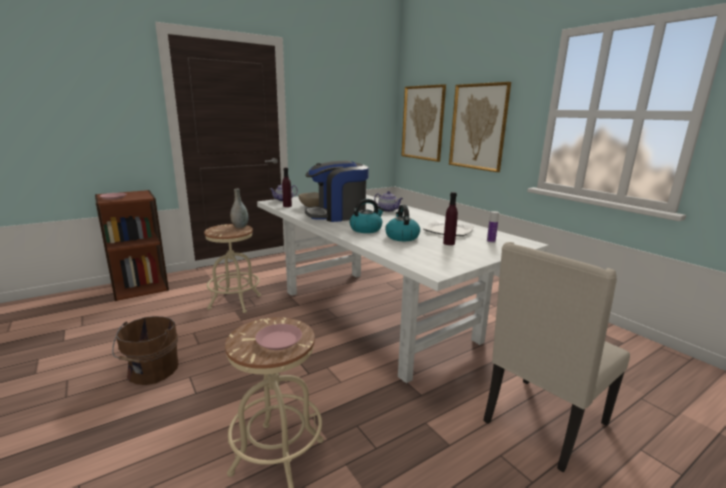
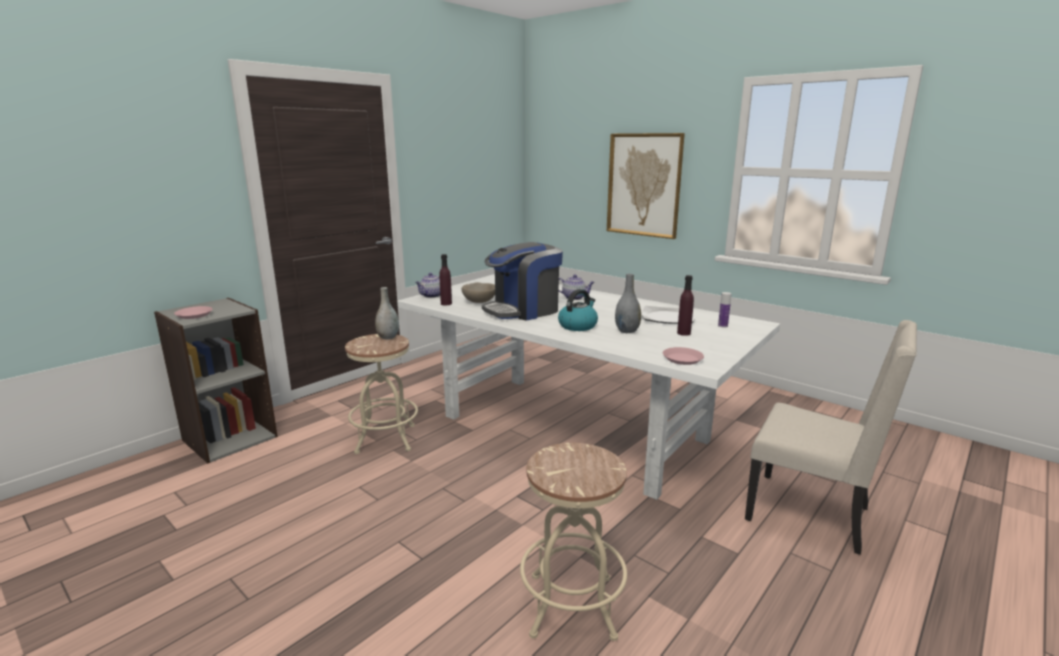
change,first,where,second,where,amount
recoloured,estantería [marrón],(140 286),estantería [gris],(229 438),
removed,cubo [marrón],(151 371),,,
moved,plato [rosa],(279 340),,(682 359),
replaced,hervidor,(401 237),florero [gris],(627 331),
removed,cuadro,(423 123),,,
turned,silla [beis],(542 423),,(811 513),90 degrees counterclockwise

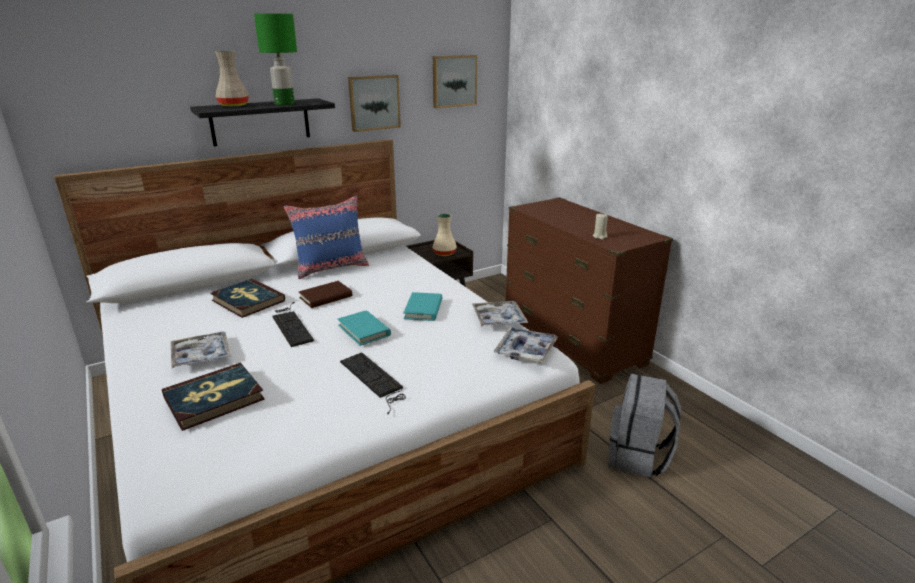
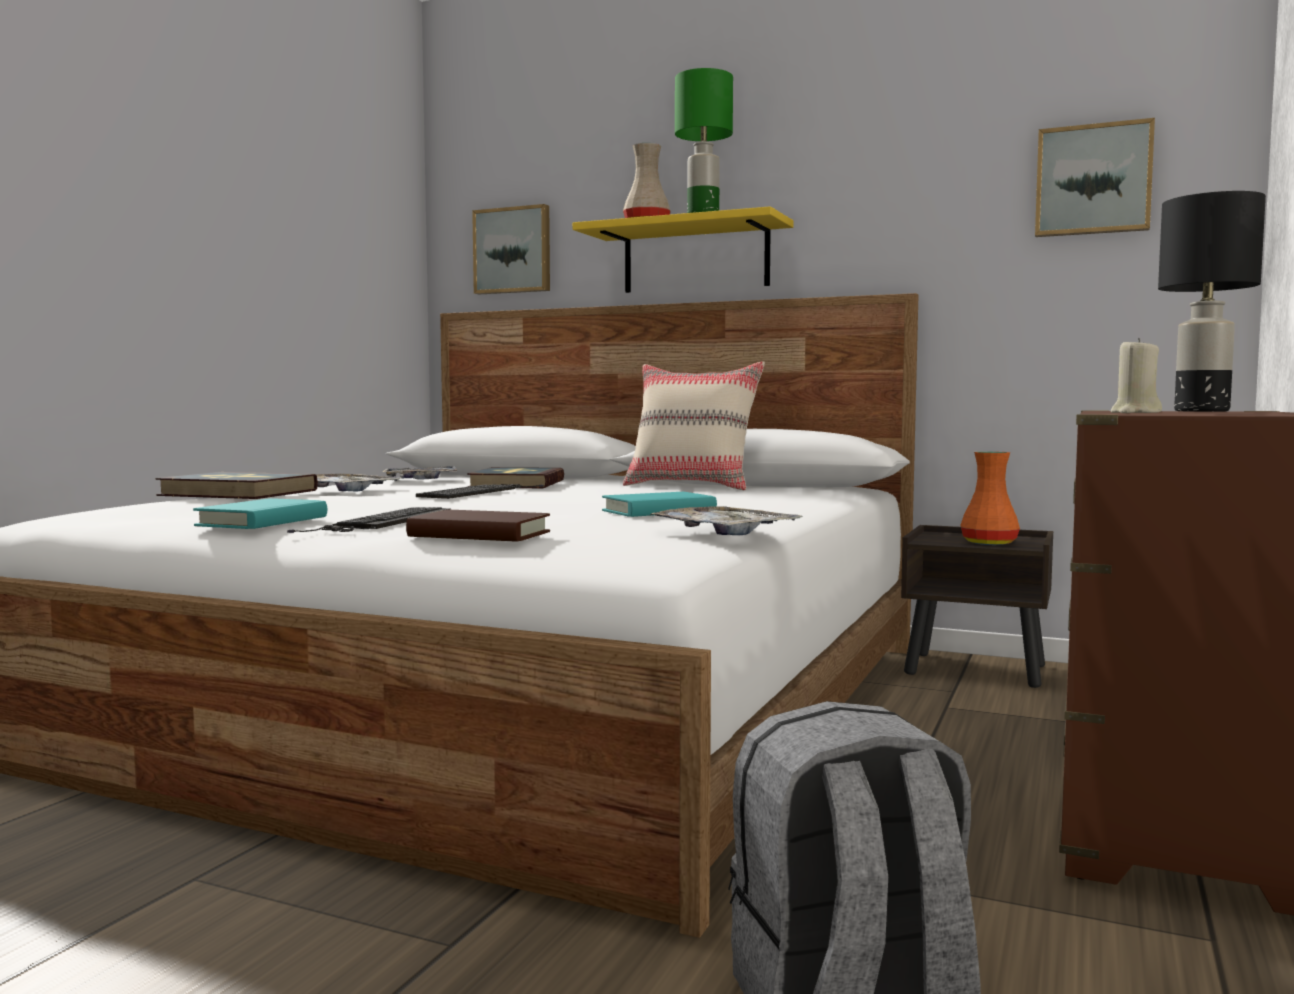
change,first,where,second,where,amount
recoloured,estante [negro],(260 122),estante [amarillo],(696 258),
recoloured,cojín [azul],(331 268),cojín [beis],(692 486),
moved,libro [marrón],(326 297),,(479 534),
moved,libro [turquesa],(364 330),,(263 521),
moved,cuadro,(373 102),,(513 251),
recoloured,florero [beis],(444 253),florero [naranja],(988 543),
moved,bandeja,(525 350),,(421 480),
added,,,lámpara de mesa [negro],(1200 411),

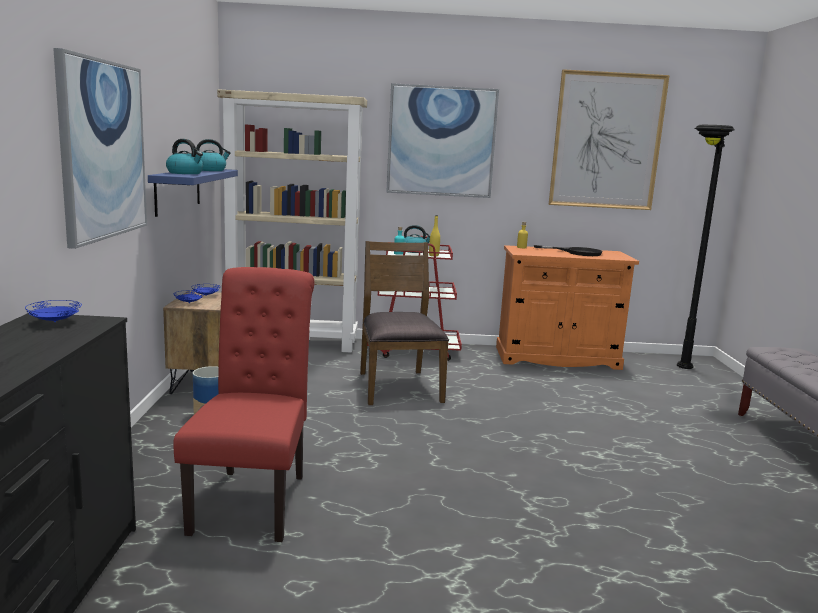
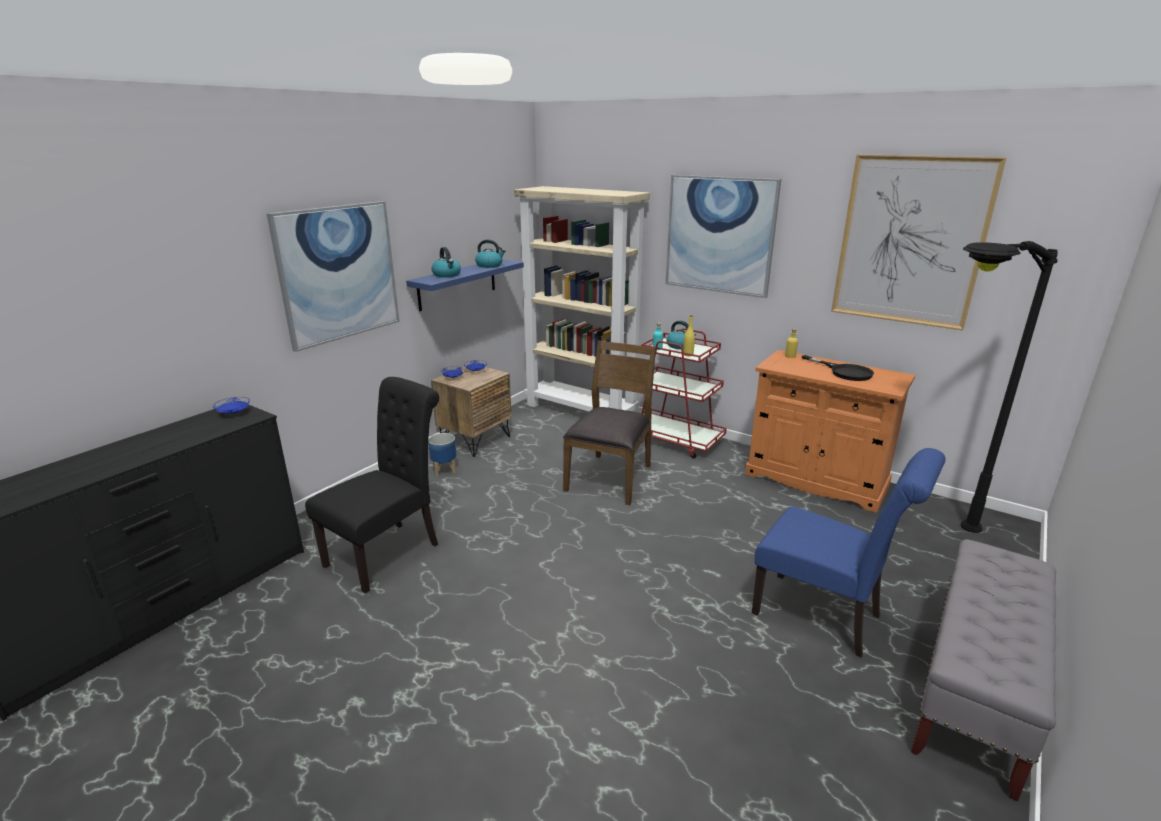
change,first,where,second,where,amount
recoloured,silla [rojo],(253 498),silla [negro],(389 552),
added,,,silla [azul],(824 617),

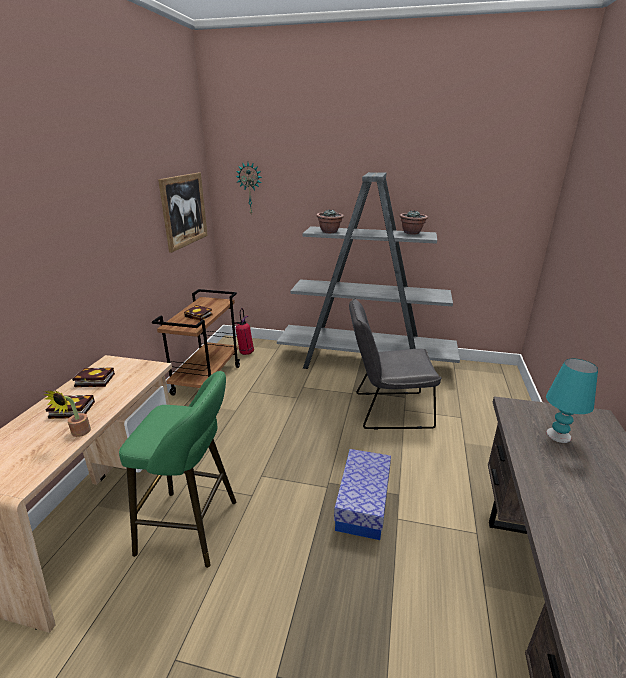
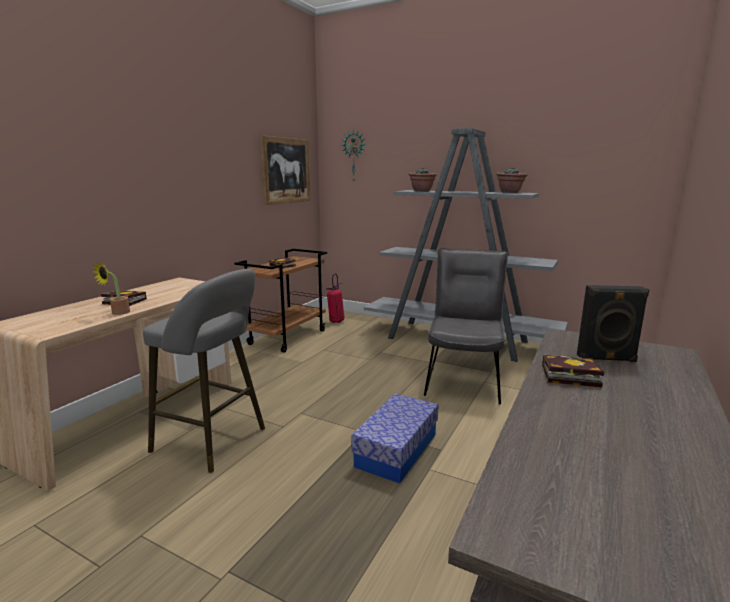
change,first,where,second,where,amount
moved,libro,(93 380),,(567 376),
recoloured,taburete [verde],(194 527),taburete [gris],(214 441),
turned,silla [gris],(386 410),,(463 380),90 degrees clockwise
replaced,lámpara de mesa [turquesa],(558 435),altavoz [negro],(606 359),

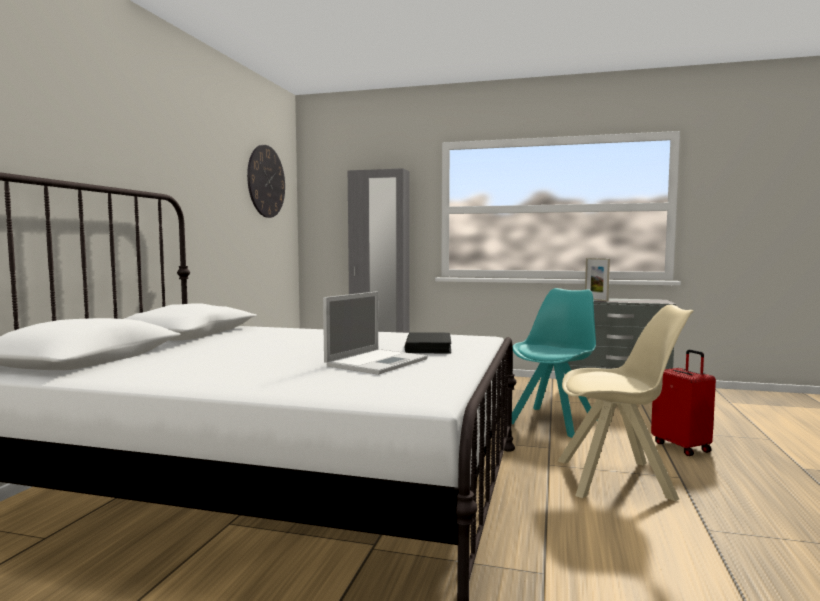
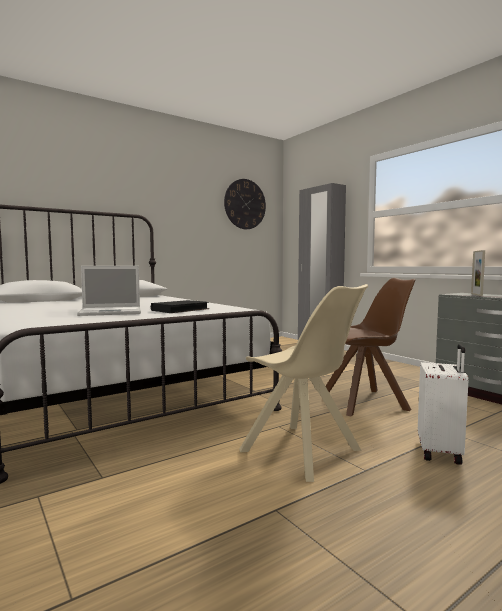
change,first,where,second,where,amount
recoloured,silla [turquesa],(553 421),silla [marrón],(365 402),
recoloured,maleta [rojo],(682 447),maleta [blanco],(440 452),

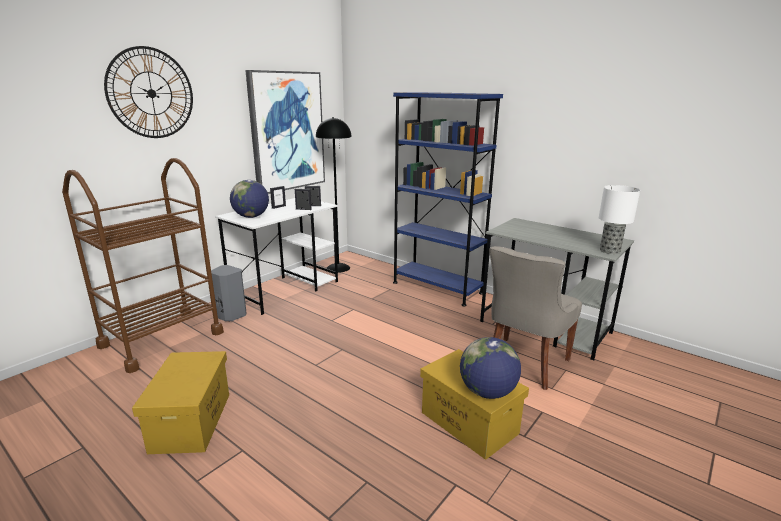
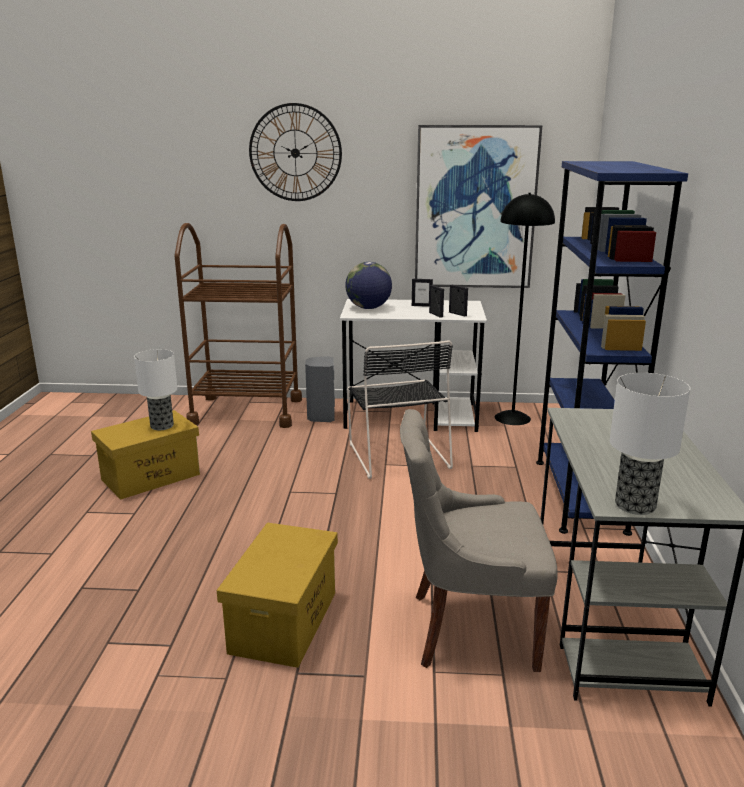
change,first,where,second,where,amount
removed,globo terráqueo,(487 392),,,
added,,,lámpara de mesa,(161 425),
added,,,silla [negro],(397 454),

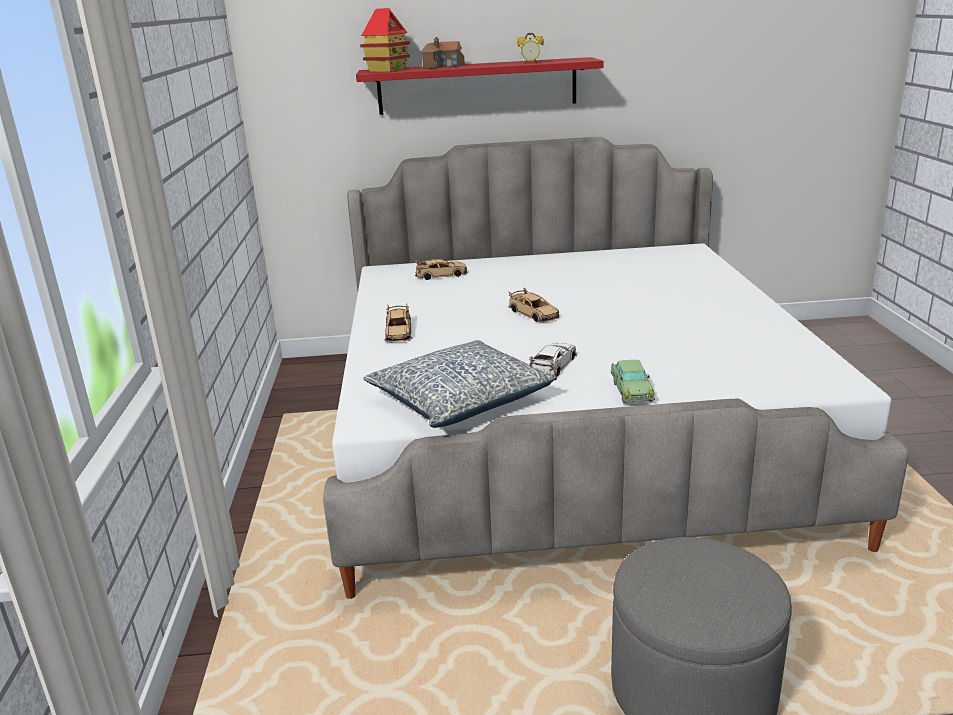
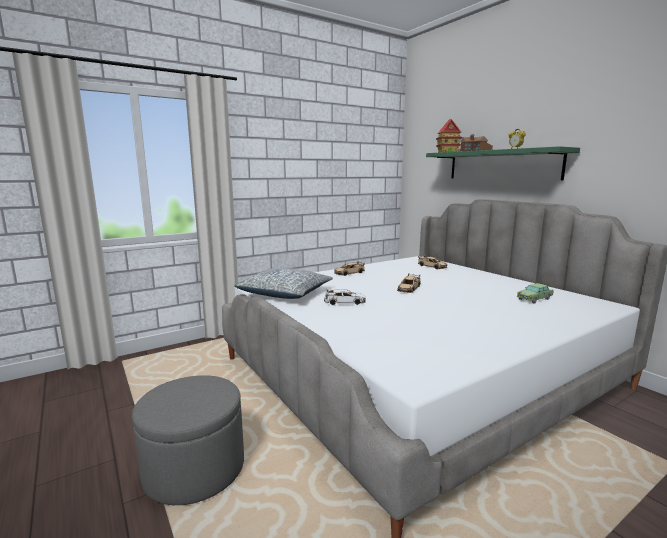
change,first,where,second,where,amount
recoloured,estante [rojo],(477 86),estante [verde],(502 165),
moved,coche de juguete,(631 391),,(534 299),

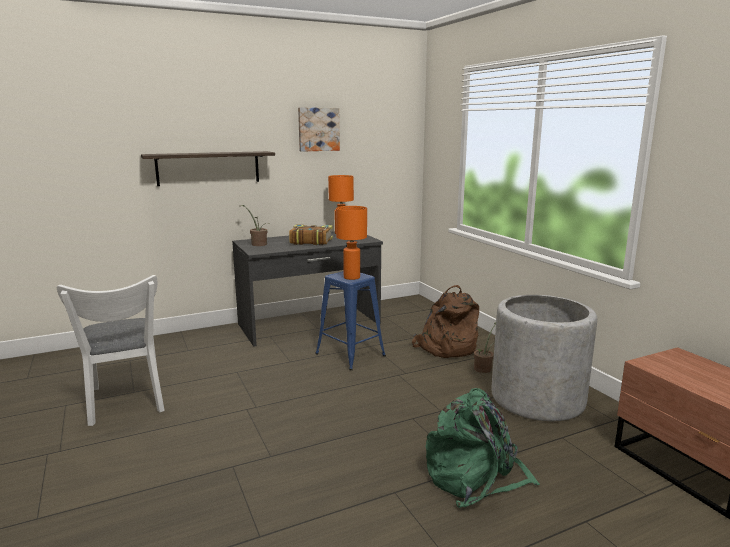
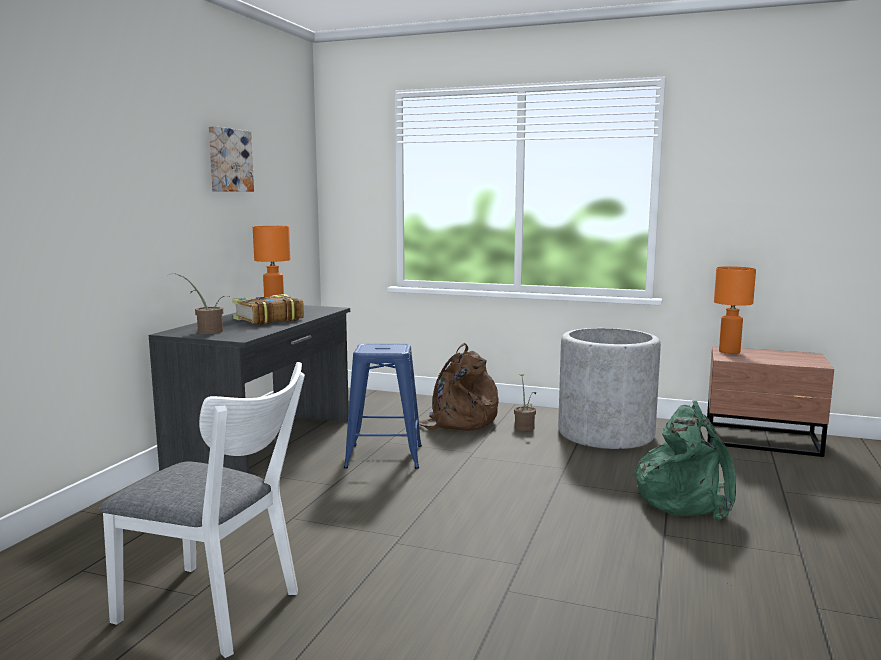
change,first,where,second,where,amount
removed,estante,(208 168),,,
moved,lámpara de mesa [naranja],(351 277),,(729 352),

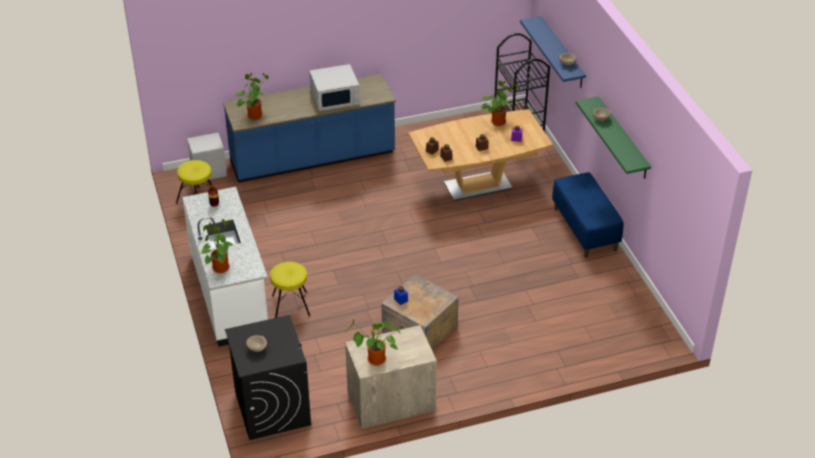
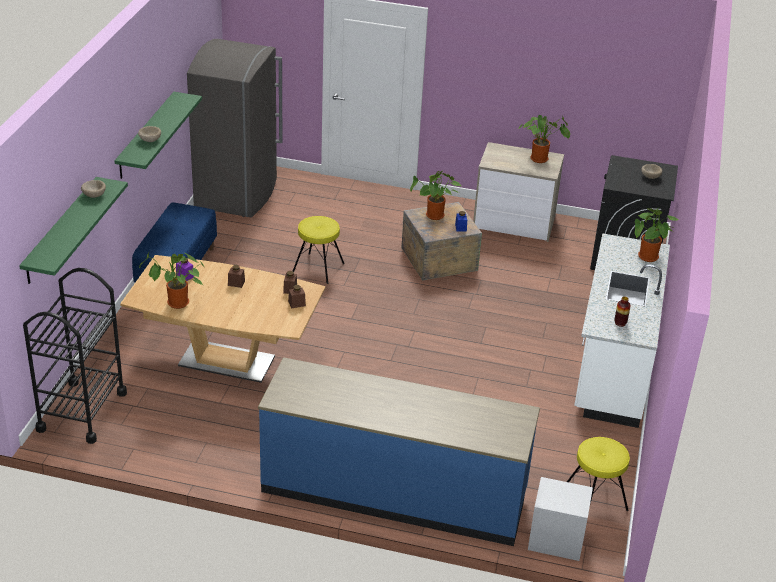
change,first,where,second,where,amount
moved,planta en maceta,(254 114),,(434 217),
moved,taburete [amarillo],(291 305),,(318 268),
removed,microondas [blanco],(335 97),,,
recoloured,estante [azul],(562 52),estante [verde],(61 230),
added,,,nevera [gris],(237 194),

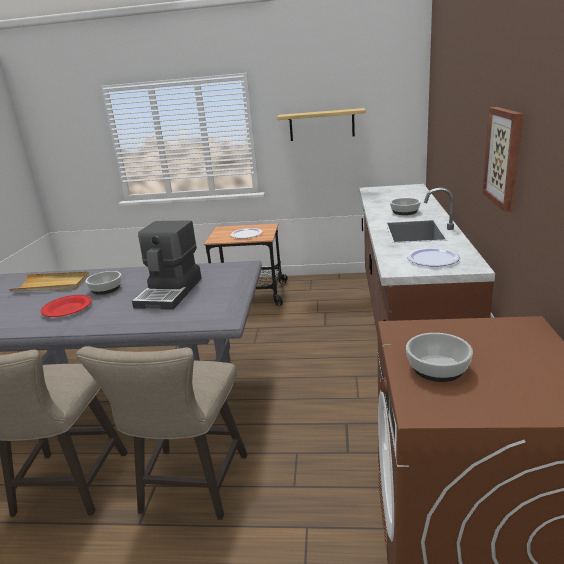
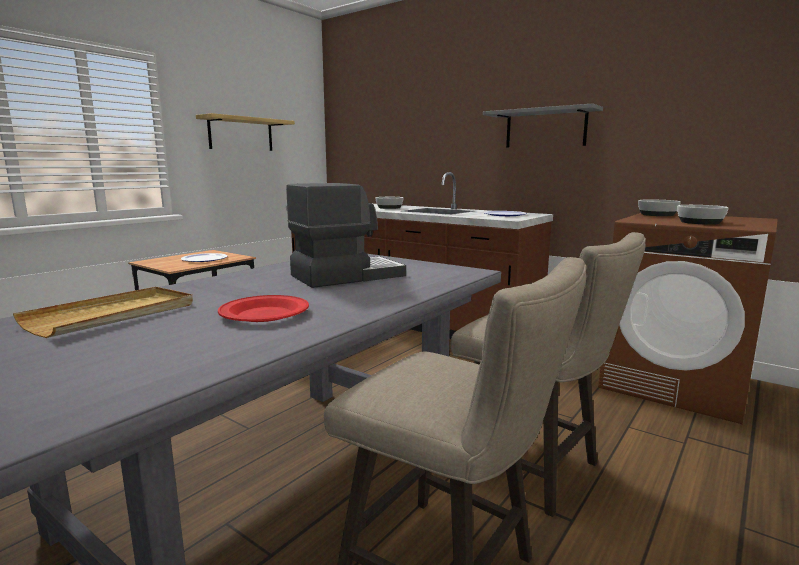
change,first,where,second,where,amount
moved,cuenco,(106 289),,(658 214),
turned,cafetera,(170 292),,(346 276),75 degrees counterclockwise
replaced,cuadro,(504 157),estante [gris],(545 128),

